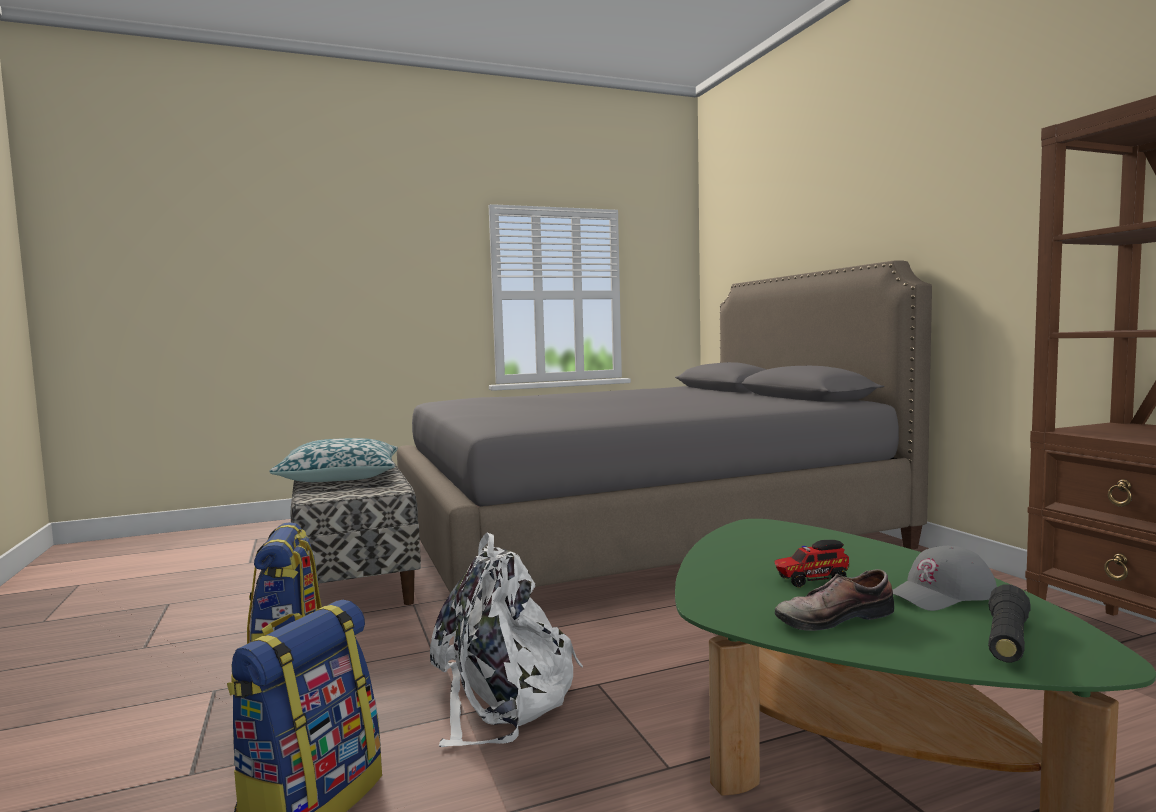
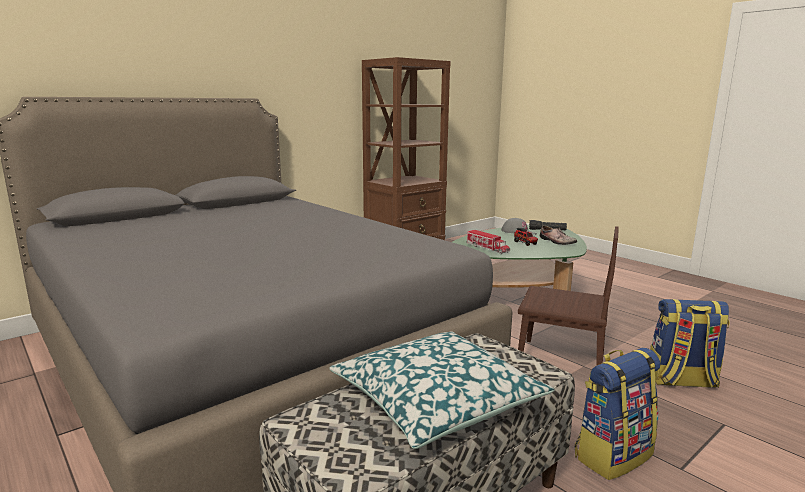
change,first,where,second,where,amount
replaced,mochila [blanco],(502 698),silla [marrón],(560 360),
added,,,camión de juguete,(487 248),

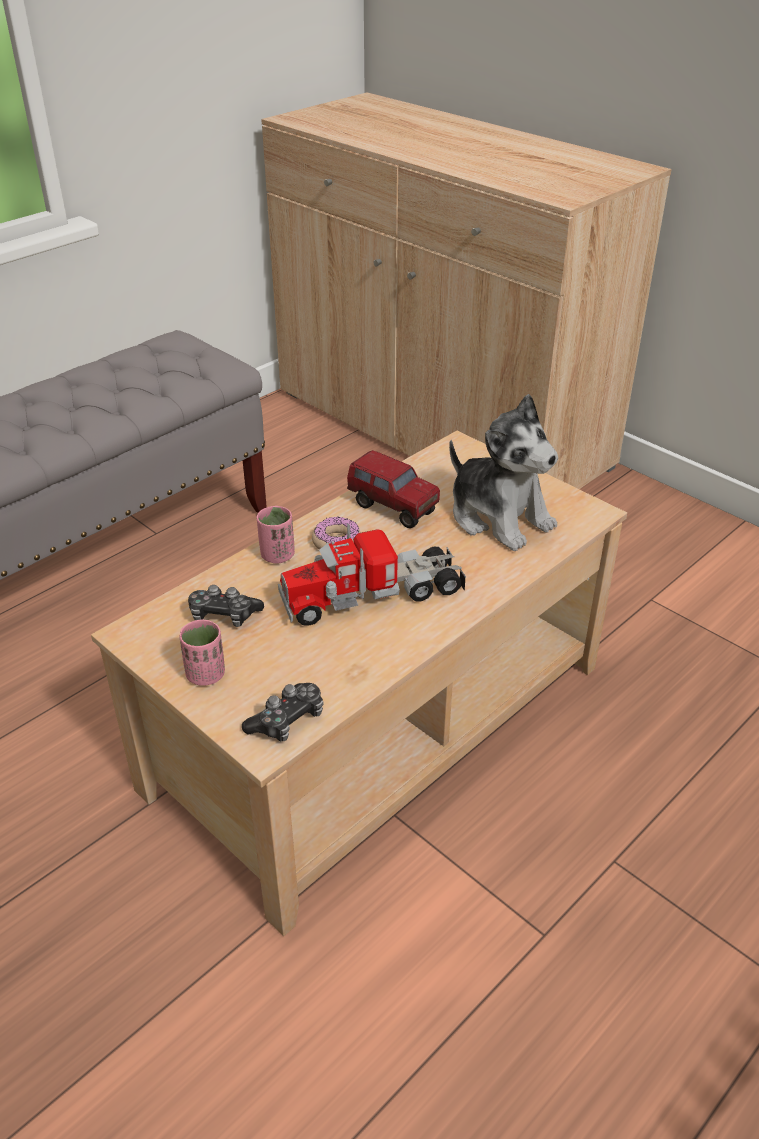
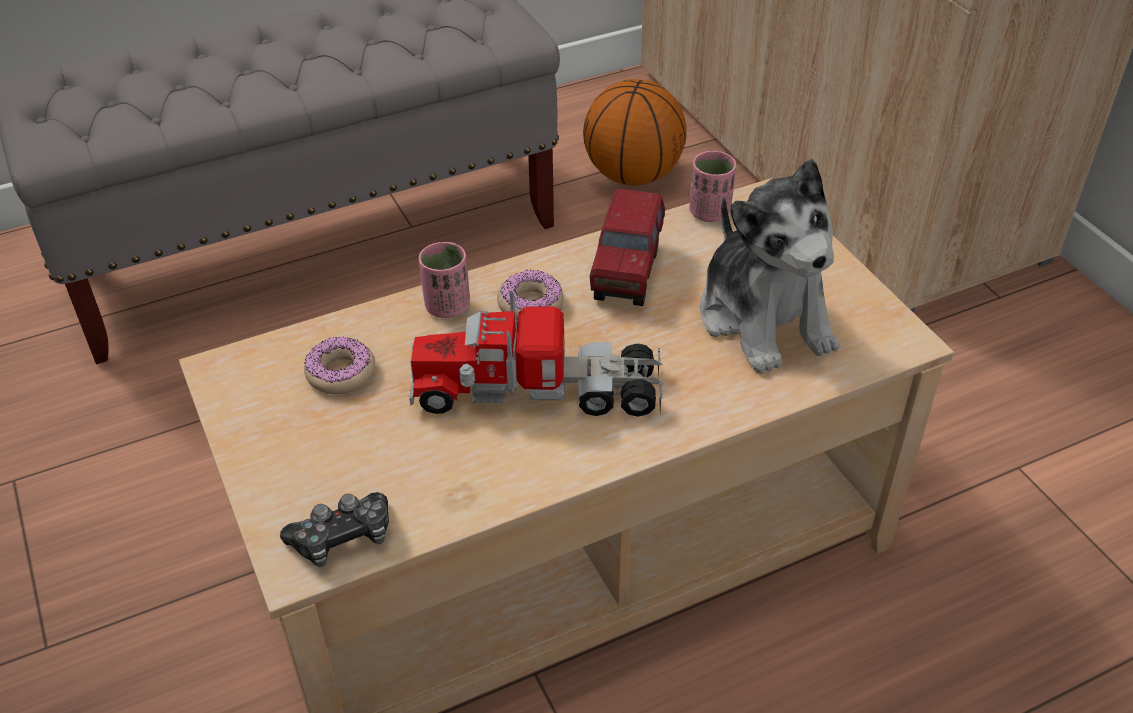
change,first,where,second,where,amount
moved,taza [rosa],(206 675),,(709 212),
replaced,mando de consola,(223 615),rosquilla,(341 373),
turned,camión de juguete,(393 508),,(627 273),45 degrees clockwise
added,,,balón de baloncesto,(632 175),

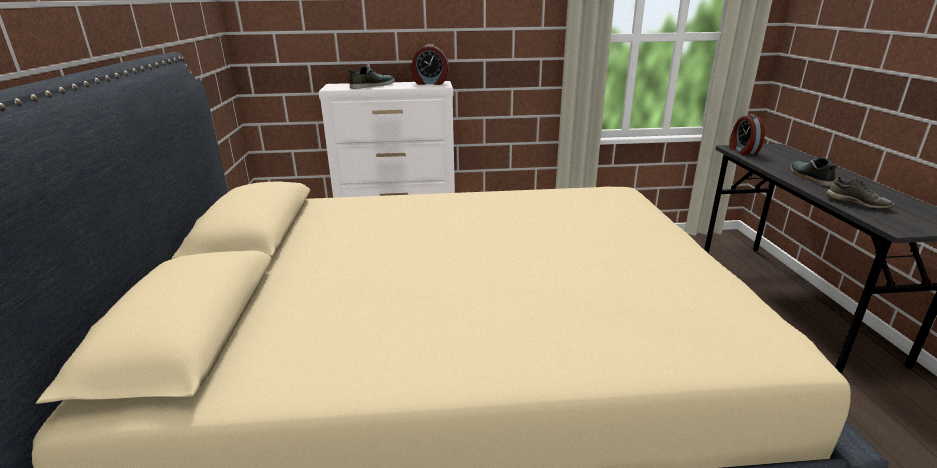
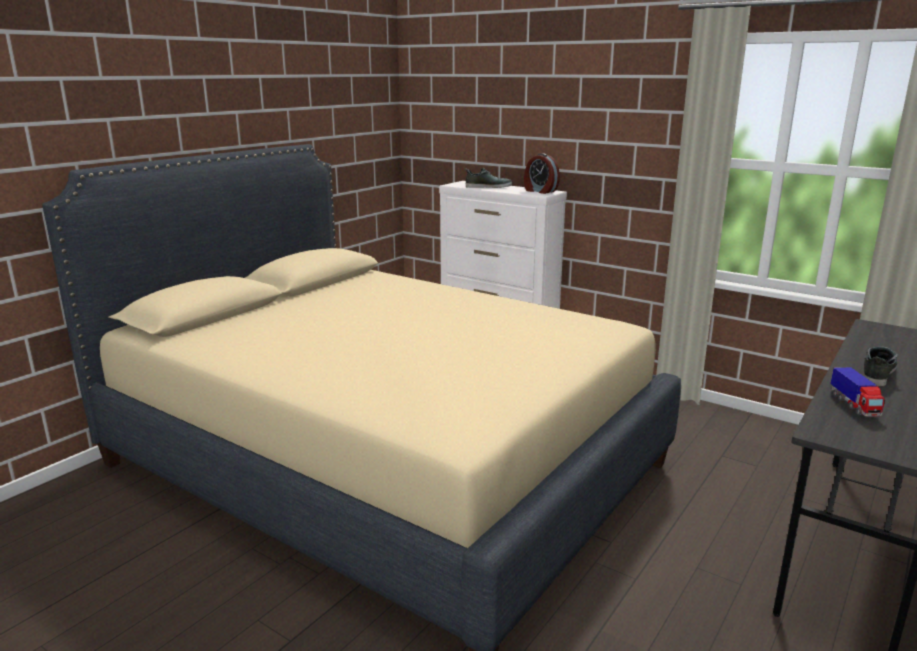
change,first,where,second,where,amount
removed,despertador,(742 151),,,
replaced,zapato [gris],(858 203),camión de juguete,(854 405),

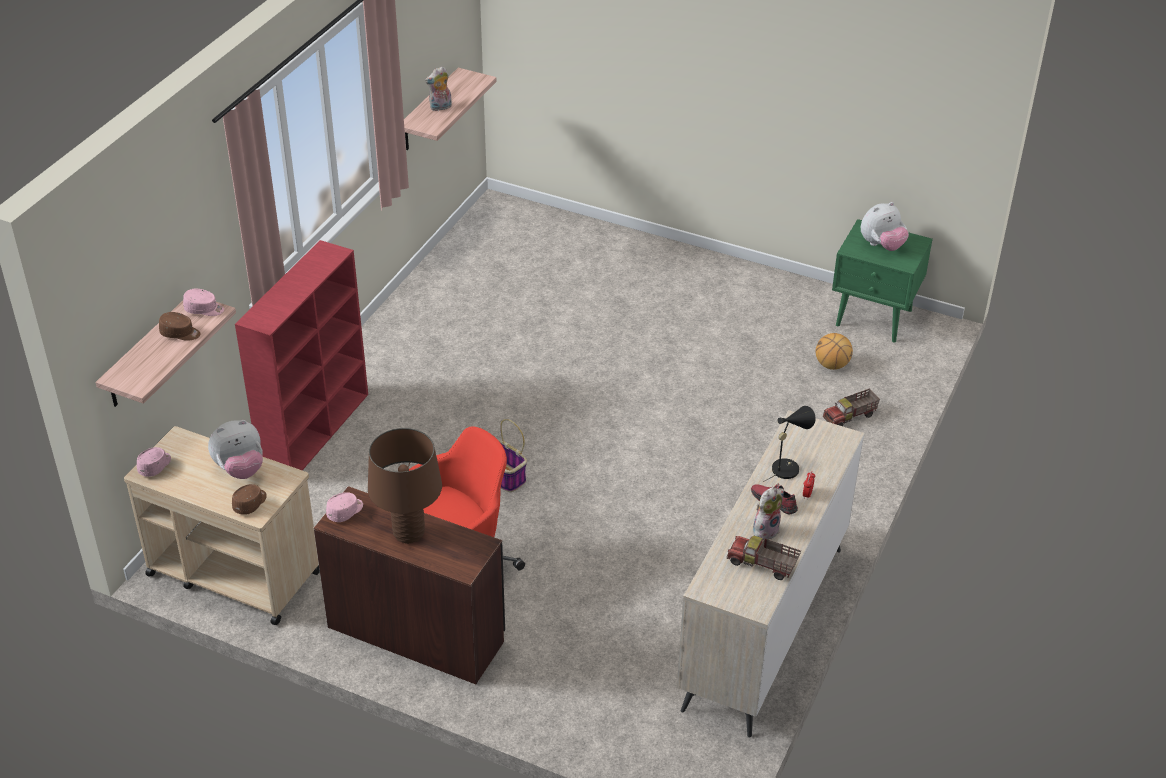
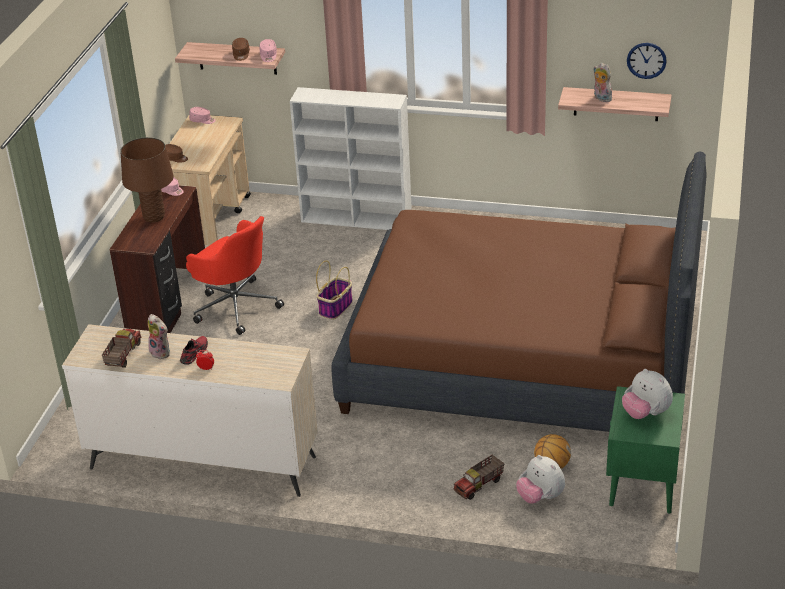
change,first,where,second,where,amount
moved,peluche,(240 469),,(540 497),
recoloured,estantería [rojo],(315 430),estantería [blanco],(357 219),
removed,lámpara de mesa [negro],(788 467),,,
turned,camión de juguete,(850 417),,(479 485),90 degrees counterclockwise
added,,,cama [marrón],(522 360),
added,,,reloj de pared,(646 60),

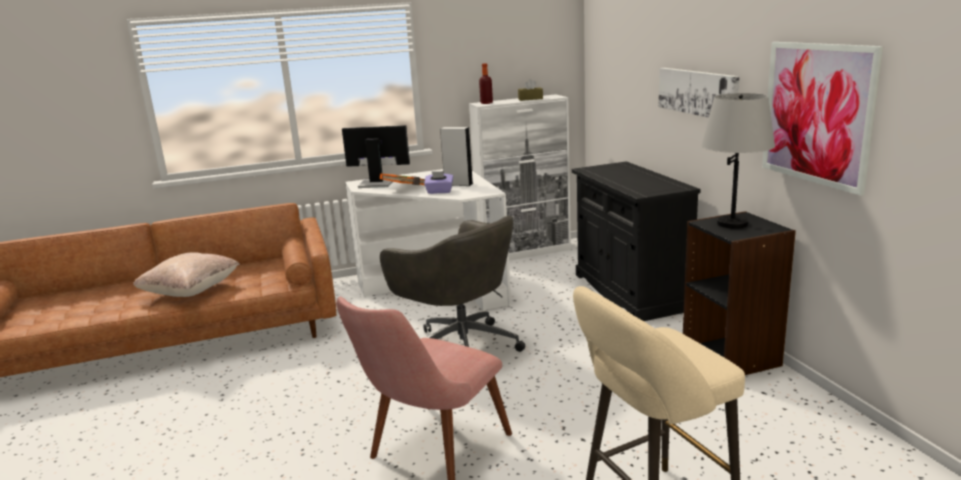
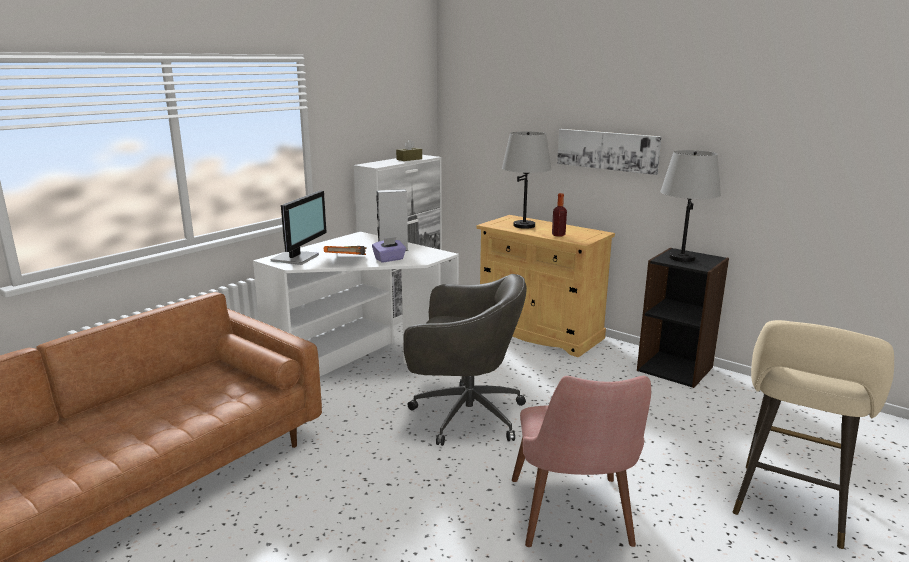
change,first,where,second,where,amount
removed,cojín [beis],(191 292),,,
turned,monitor,(376 183),,(297 258),135 degrees clockwise
moved,botella,(486 103),,(558 235),
recoloured,armario [negro],(630 291),armario [beis],(539 332),
removed,cuadro,(817 113),,,
added,,,lámpara de mesa [gris],(524 225),

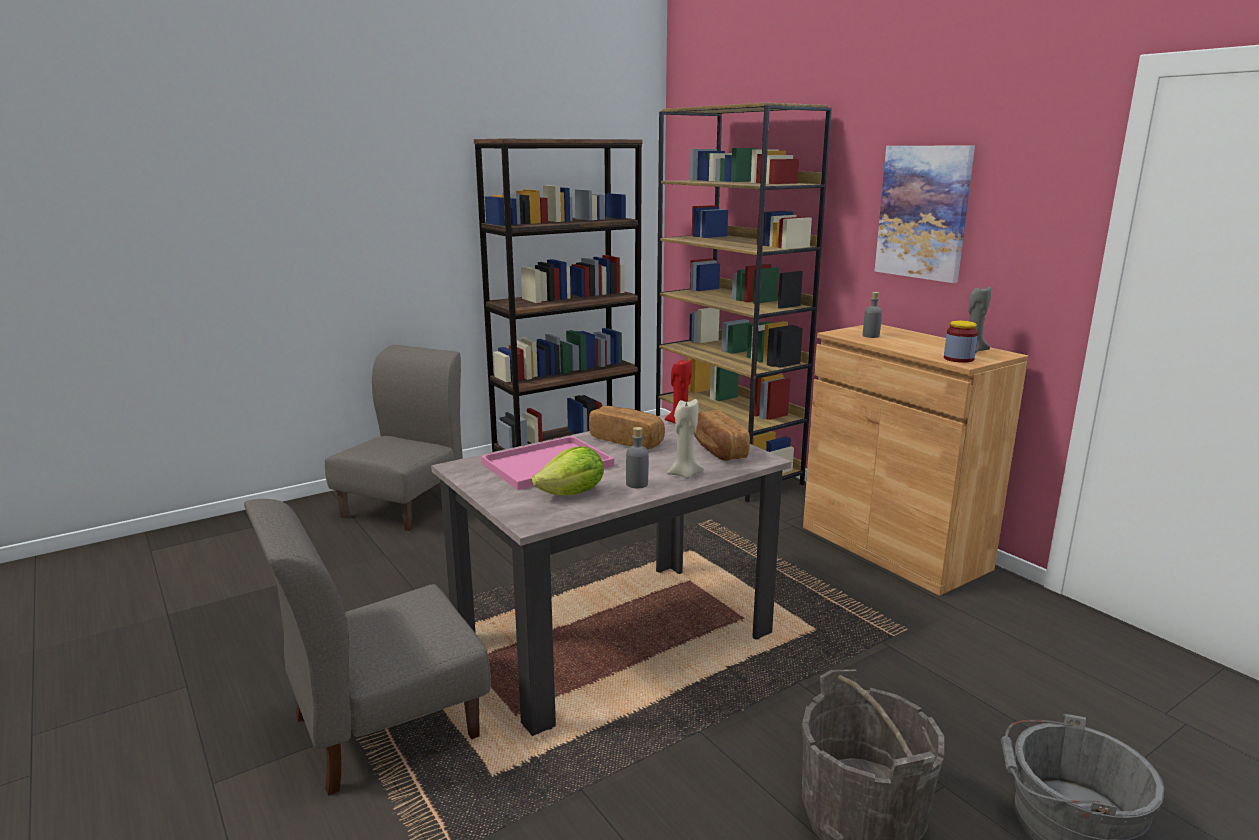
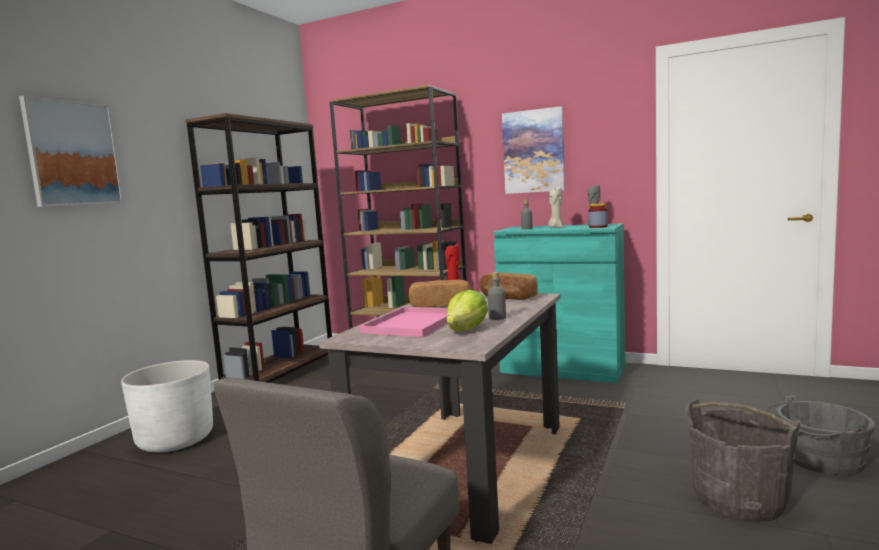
change,first,where,second,where,amount
replaced,silla [gris],(405 506),maceta [blanco],(175 440),
moved,vela [beis],(684 474),,(556 227),
recoloured,armario [marrón],(893 547),armario [turquesa],(562 368),
added,,,cuadro,(73 153),

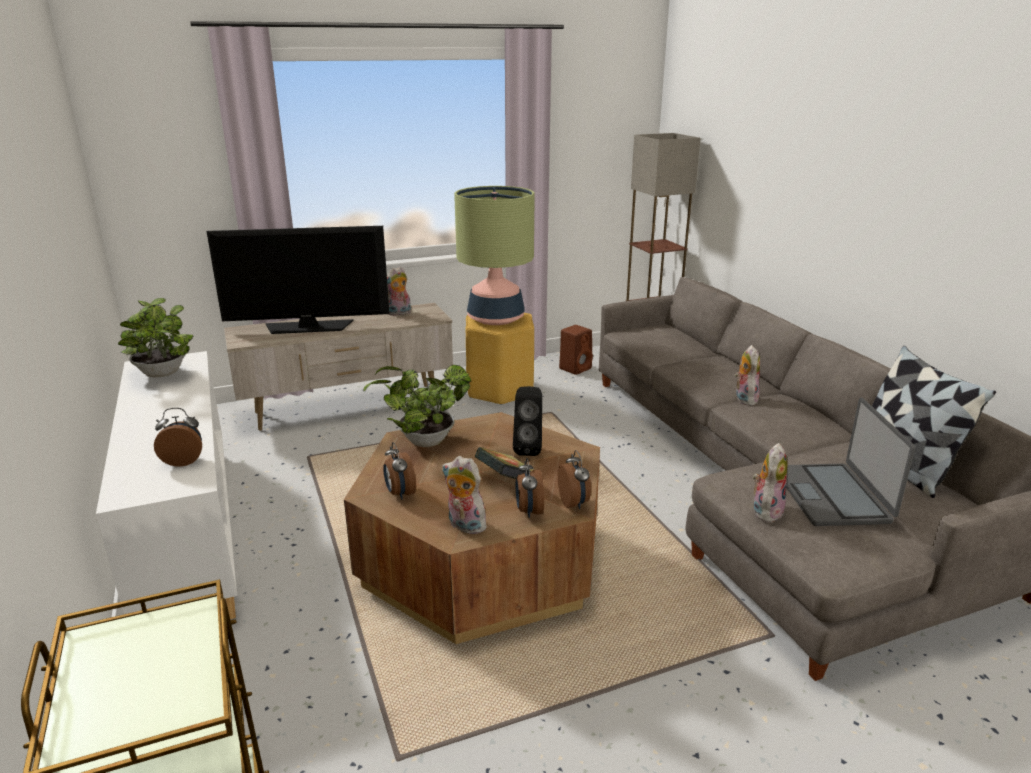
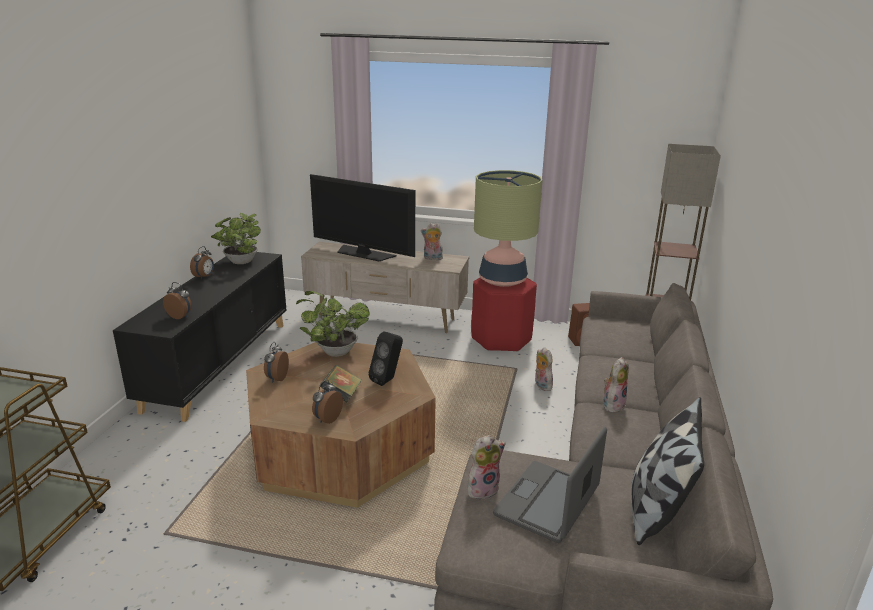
change,first,where,second,where,amount
recoloured,armario [blanco],(188 530),armario [negro],(219 364),
moved,peluche,(464 526),,(541 385),
recoloured,taburete [amarillo],(500 389),taburete [rojo],(501 339),
moved,despertador,(574 503),,(204 277),

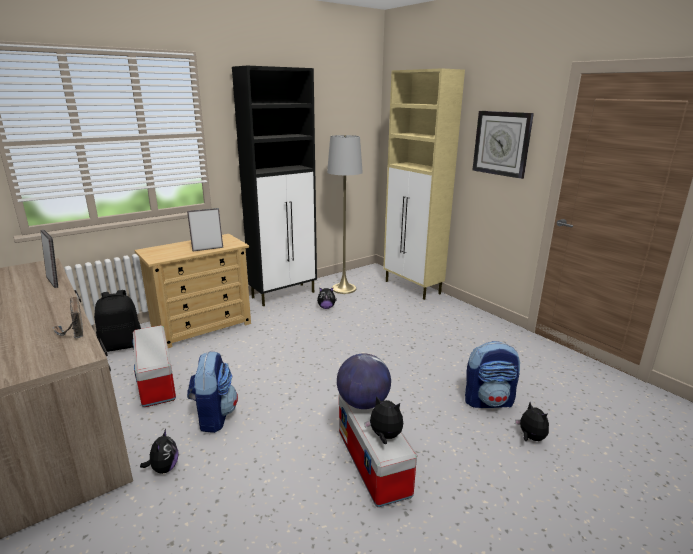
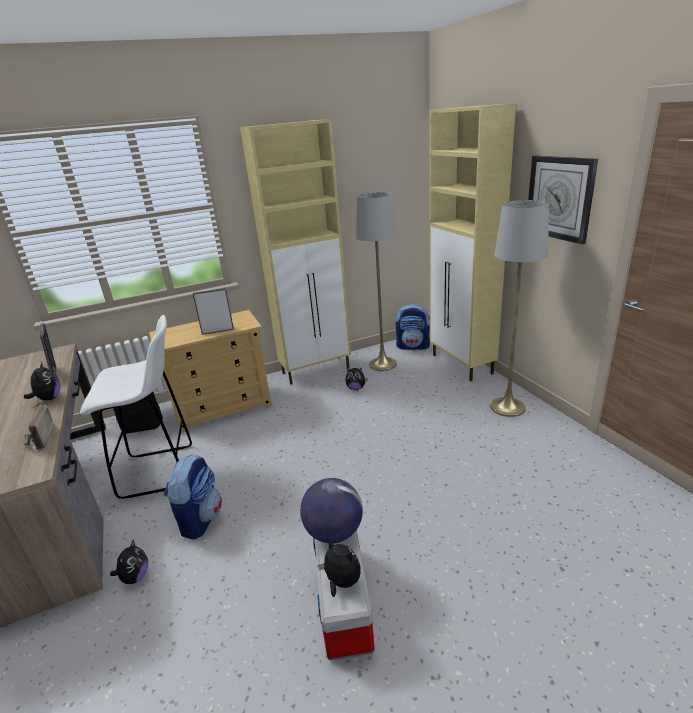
change,first,where,second,where,amount
replaced,caja de almacenaje,(157 381),taburete [blanco],(161 471),
recoloured,armario [negro],(284 294),armario [beis],(317 370),
moved,mochila,(489 401),,(413 346),
moved,peluche,(530 438),,(49 398),
added,,,lámpara de pie [gris],(507 407),

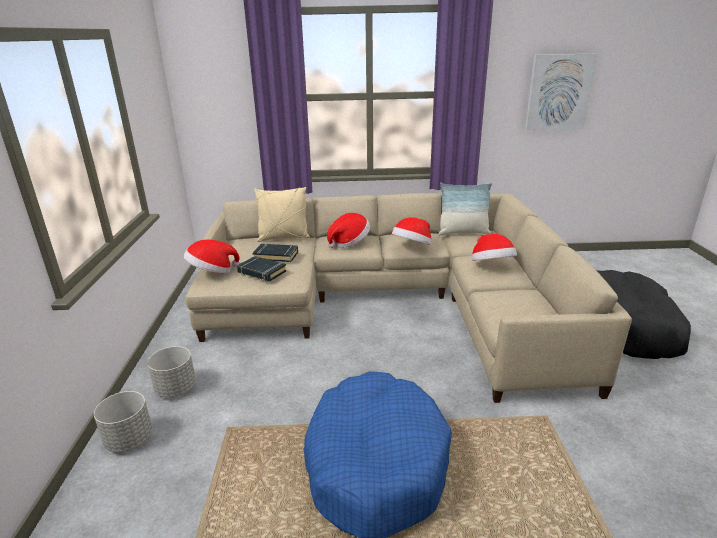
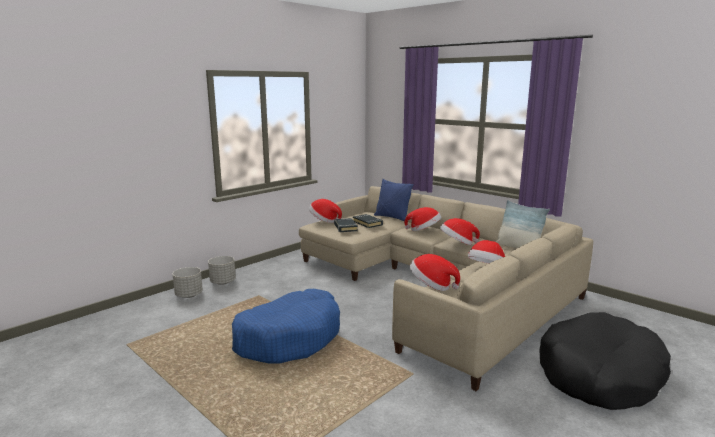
change,first,where,second,where,amount
moved,maceta [gris],(176 388),,(189 295),
recoloured,cojín [beis],(283 238),cojín [azul],(392 217),
removed,cuadro,(558 92),,,
added,,,sombrero,(432 286),

